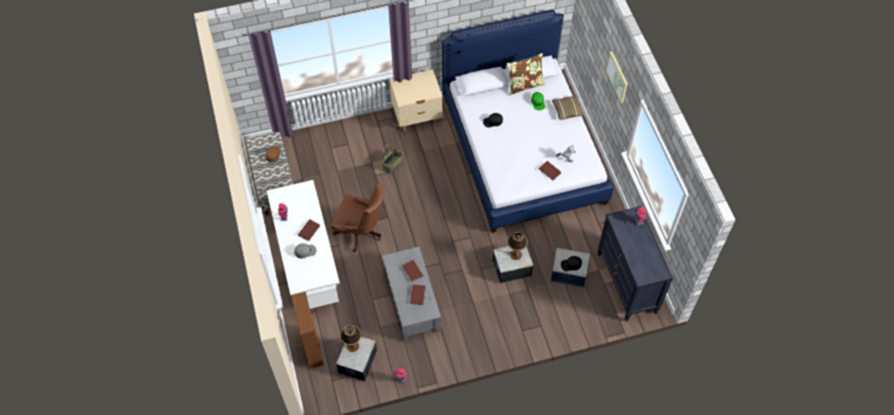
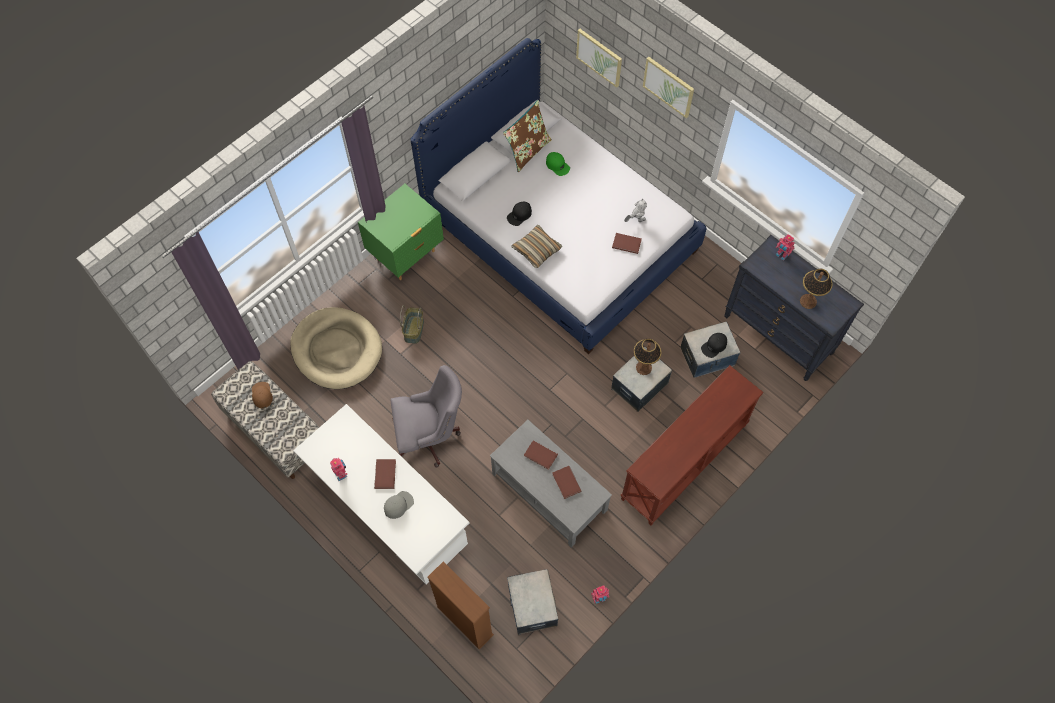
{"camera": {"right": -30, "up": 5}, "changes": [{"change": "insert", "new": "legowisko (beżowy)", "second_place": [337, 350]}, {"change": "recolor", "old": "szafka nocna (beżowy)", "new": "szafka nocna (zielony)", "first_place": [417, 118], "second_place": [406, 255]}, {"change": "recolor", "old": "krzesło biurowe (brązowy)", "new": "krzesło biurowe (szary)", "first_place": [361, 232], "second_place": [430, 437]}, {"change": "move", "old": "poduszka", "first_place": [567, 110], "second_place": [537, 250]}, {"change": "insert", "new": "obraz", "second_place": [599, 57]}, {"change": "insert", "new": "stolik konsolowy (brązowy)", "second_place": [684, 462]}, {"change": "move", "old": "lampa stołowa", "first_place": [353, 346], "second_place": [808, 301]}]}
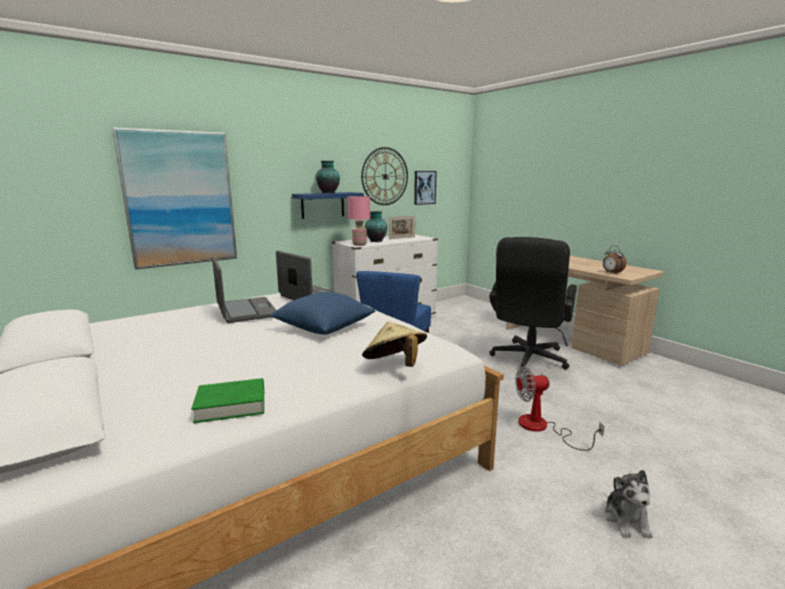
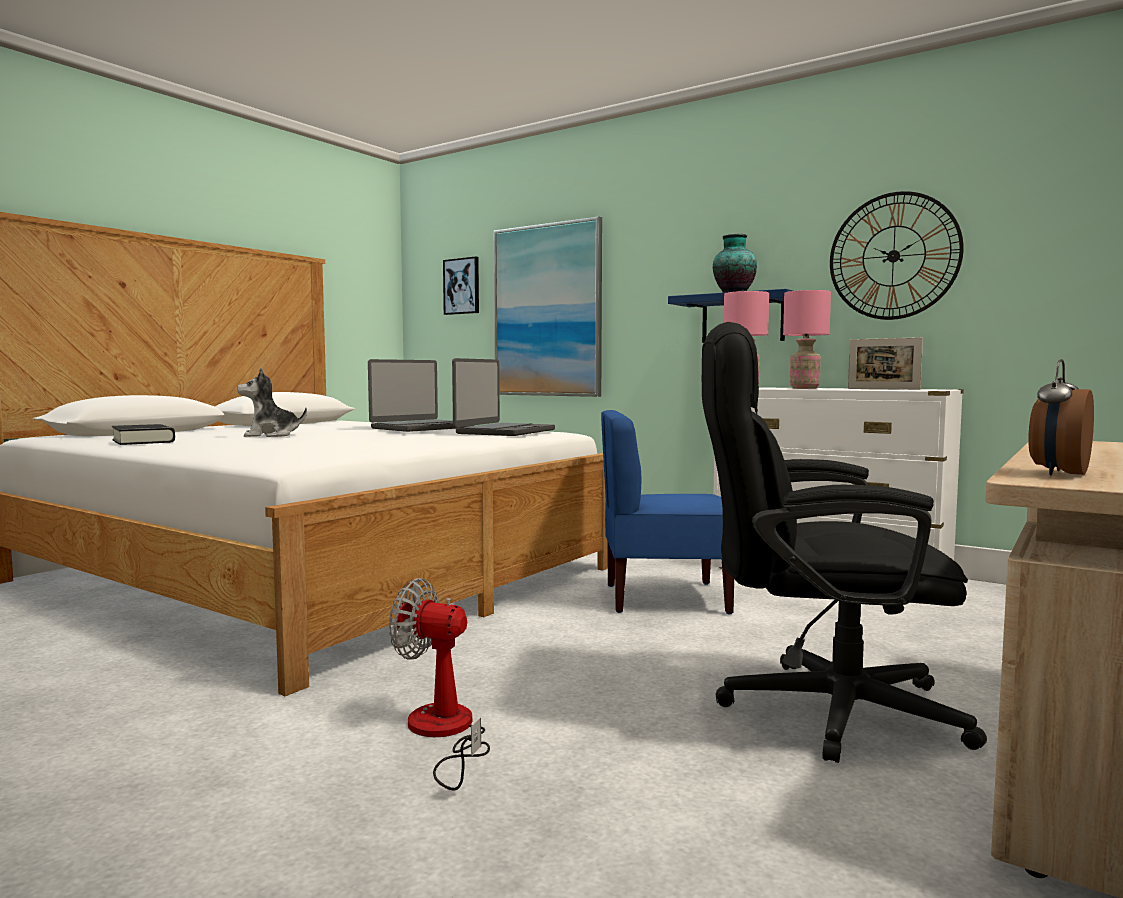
{"camera": {"right": 70, "up": -10}, "changes": [{"change": "recolor", "old": "książka (zielony)", "new": "książka (czarny)", "first_place": [231, 405], "second_place": [143, 441]}, {"change": "move", "old": "pluszak", "first_place": [626, 520], "second_place": [270, 435]}, {"change": "rotate", "old": "wentylator", "first_place": [542, 428], "second_place": [444, 733], "degrees": -45}, {"change": "move", "old": "obraz", "first_place": [424, 187], "second_place": [462, 286]}, {"change": "replace", "old": "wazon", "new": "lampa stołowa (różowy)", "first_place": [376, 241], "second_place": [803, 388]}, {"change": "delete", "old": "poduszka (niebieski)", "first_place": [323, 328]}, {"change": "delete", "old": "kapelusz (beżowy)", "first_place": [395, 365]}]}
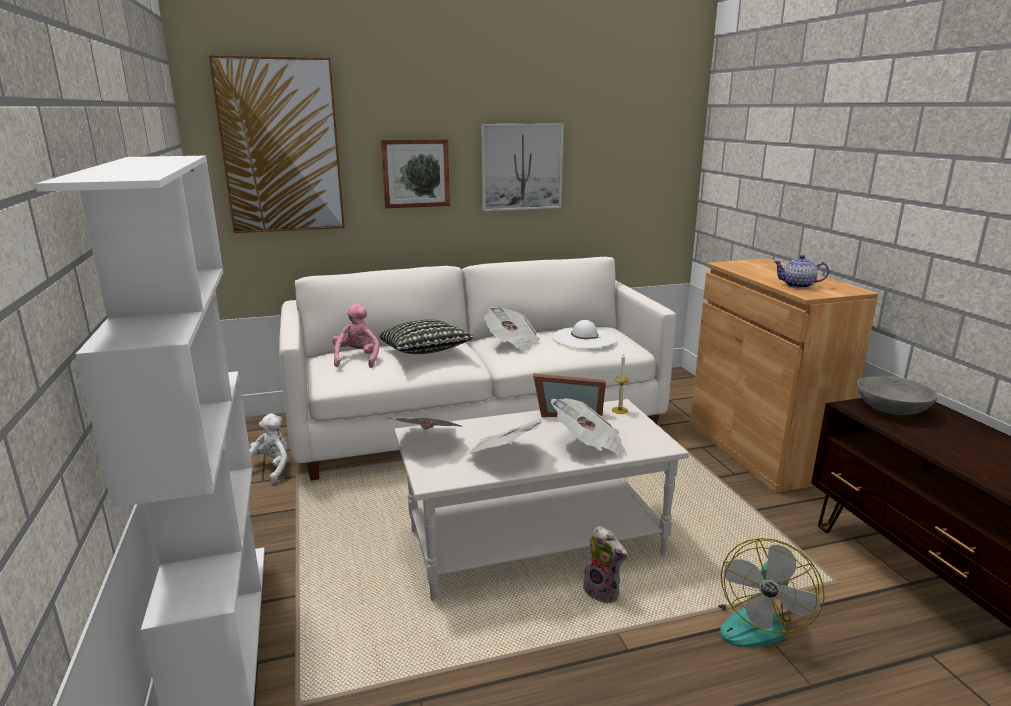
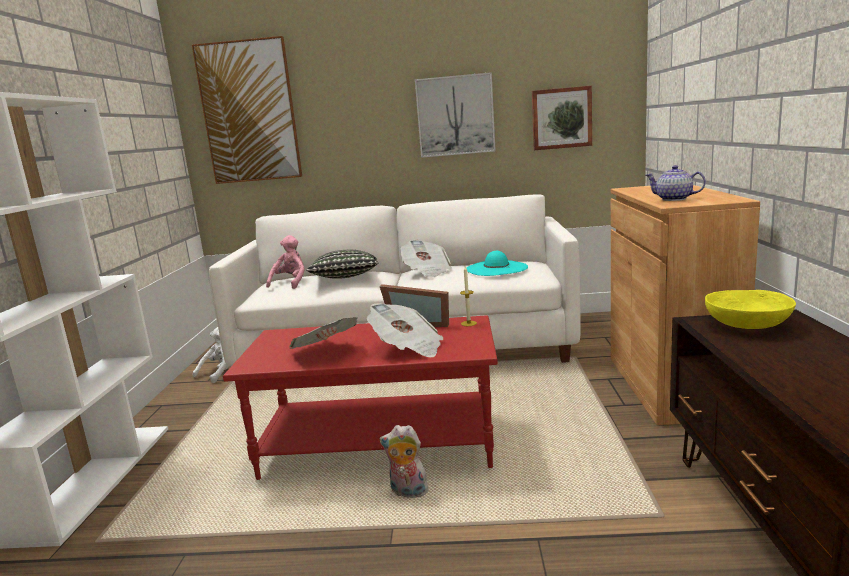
{"camera": {"right": 20, "up": -5}, "changes": [{"change": "recolor", "old": "ława (biały)", "new": "ława (czerwony)", "first_place": [535, 541], "second_place": [380, 444]}, {"change": "rotate", "old": "pluszak", "first_place": [603, 592], "second_place": [407, 493], "degrees": 135}, {"change": "recolor", "old": "kapelusz (biały)", "new": "kapelusz (turkusowy)", "first_place": [584, 338], "second_place": [496, 268]}, {"change": "move", "old": "obraz", "first_place": [415, 173], "second_place": [561, 118]}, {"change": "recolor", "old": "miska (szary)", "new": "miska (żółty)", "first_place": [892, 409], "second_place": [747, 324]}, {"change": "delete", "old": "gazeta", "first_place": [428, 440]}, {"change": "delete", "old": "wentylator", "first_place": [755, 620]}]}
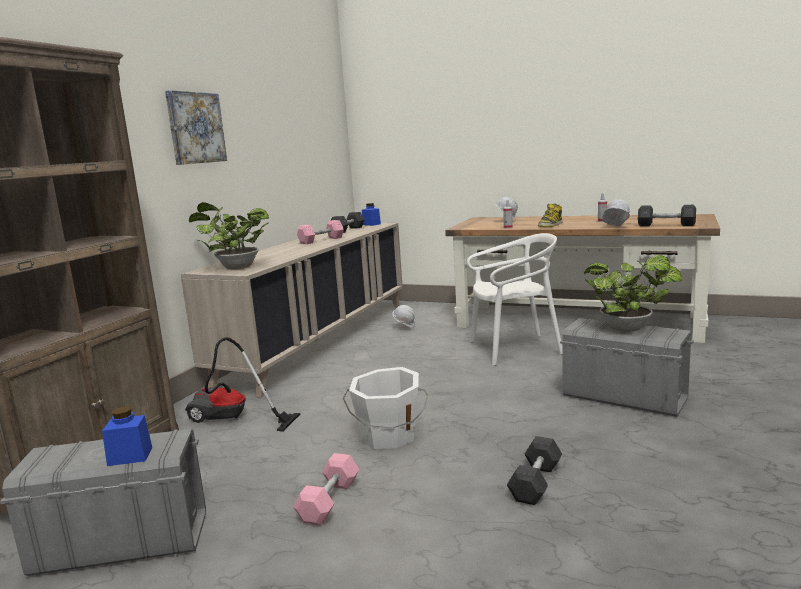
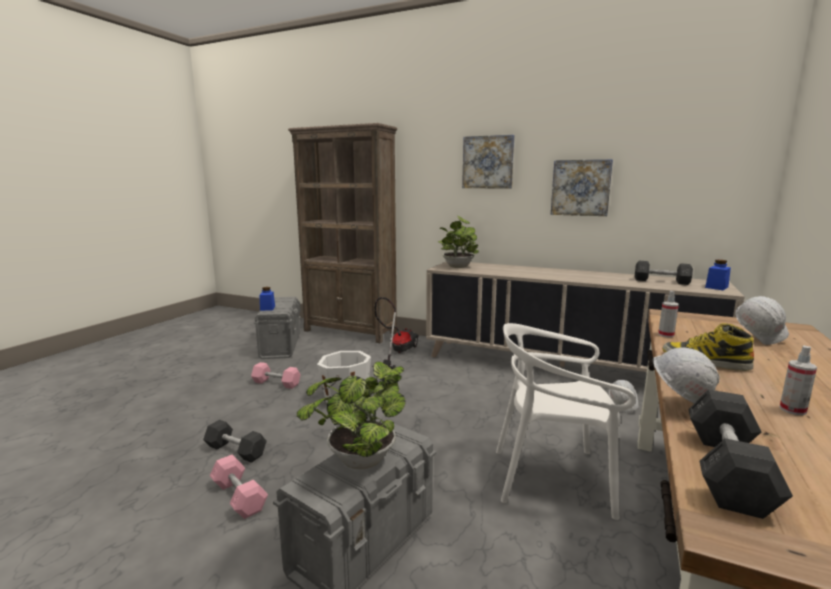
{"camera": {"right": 90, "up": 0}, "changes": [{"change": "move", "old": "hantel (różowy)", "first_place": [321, 240], "second_place": [239, 497]}, {"change": "rotate", "old": "krzesło (biały)", "first_place": [514, 349], "second_place": [552, 479], "degrees": 105}, {"change": "insert", "new": "obraz", "second_place": [580, 187]}]}
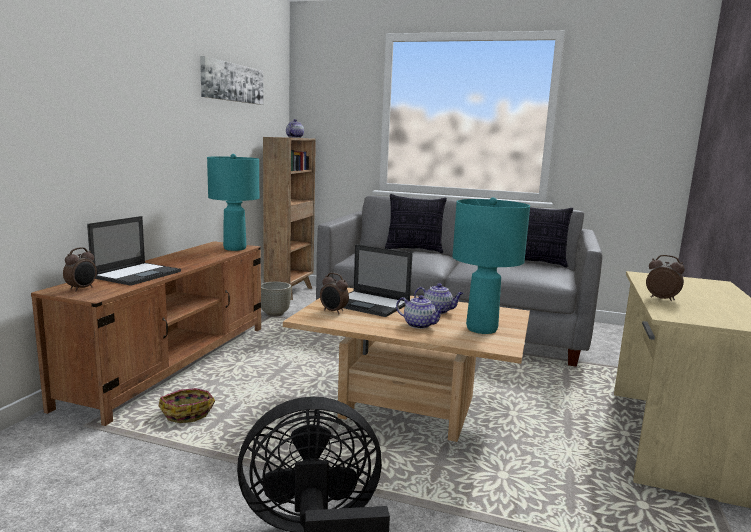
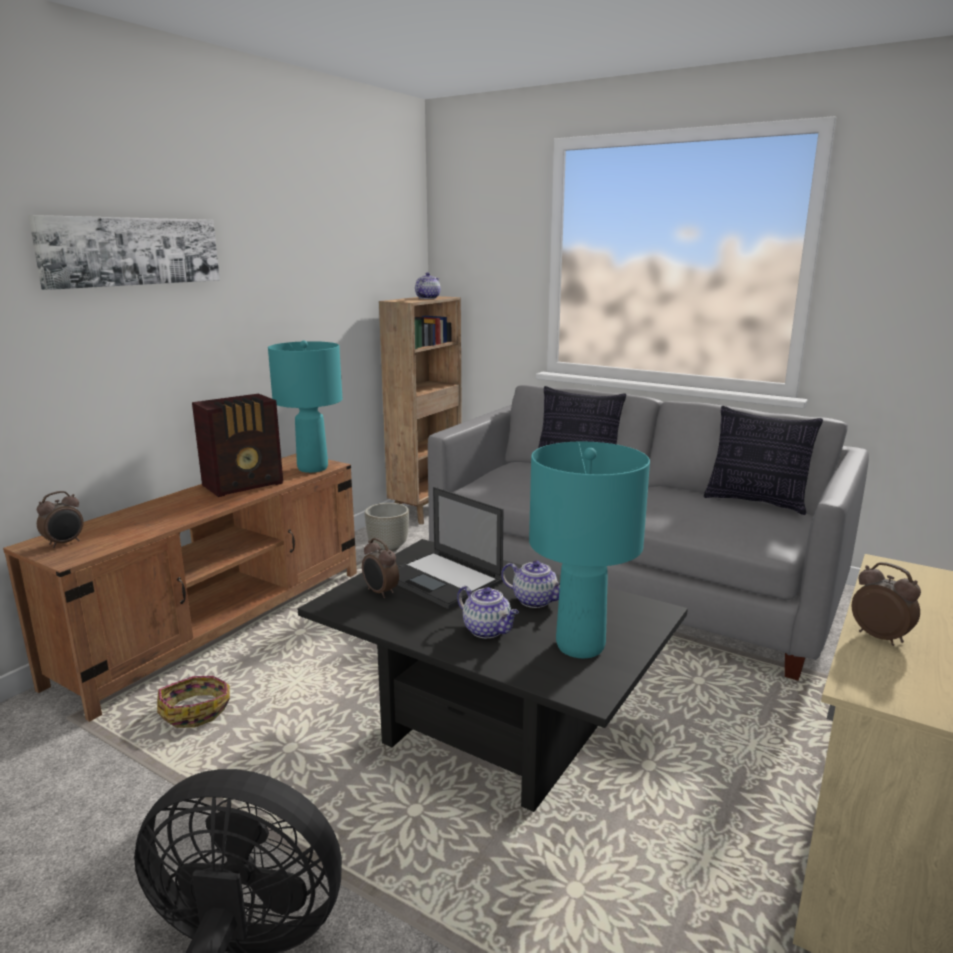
{"camera": {"right": 15, "up": 5}, "changes": [{"change": "move", "old": "obraz", "first_place": [232, 82], "second_place": [132, 251]}, {"change": "insert", "new": "radio", "second_place": [245, 485]}, {"change": "recolor", "old": "ława (beżowy)", "new": "ława (czarny)", "first_place": [408, 408], "second_place": [491, 736]}, {"change": "delete", "old": "laptop", "first_place": [138, 274]}]}
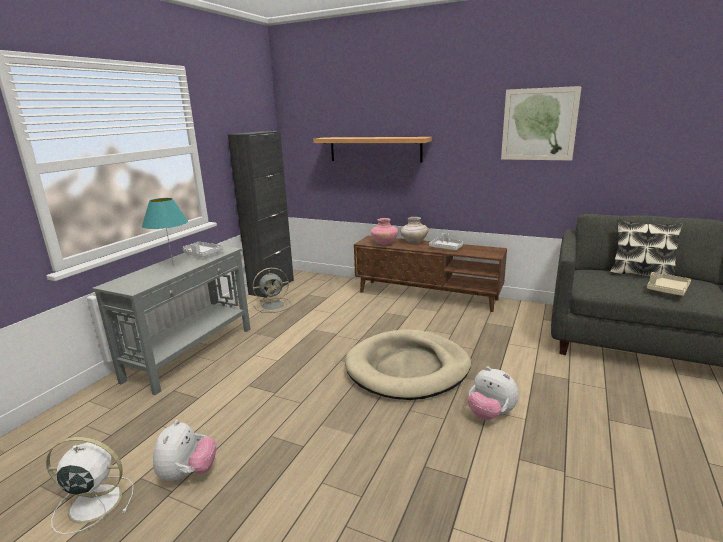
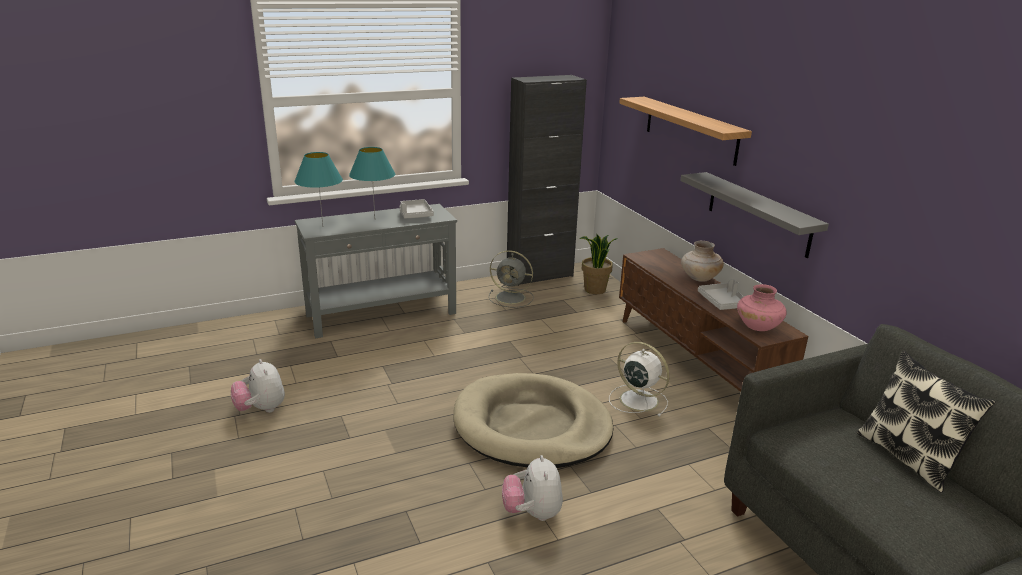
{"camera": {"right": 40, "up": 5}, "changes": [{"change": "rotate", "old": "pluszak", "first_place": [188, 474], "second_place": [261, 409], "degrees": 105}, {"change": "insert", "new": "lampa stołowa (turkusowy)", "second_place": [322, 226]}, {"change": "insert", "new": "roślina doniczkowa", "second_place": [595, 290]}, {"change": "move", "old": "wentylator (biały)", "first_place": [93, 503], "second_place": [637, 400]}, {"change": "insert", "new": "półka (szary)", "second_place": [758, 213]}, {"change": "move", "old": "wazon (różowy)", "first_place": [384, 243], "second_place": [758, 327]}, {"change": "delete", "old": "obraz", "first_place": [539, 124]}, {"change": "delete", "old": "taca (beżowy)", "first_place": [667, 290]}]}
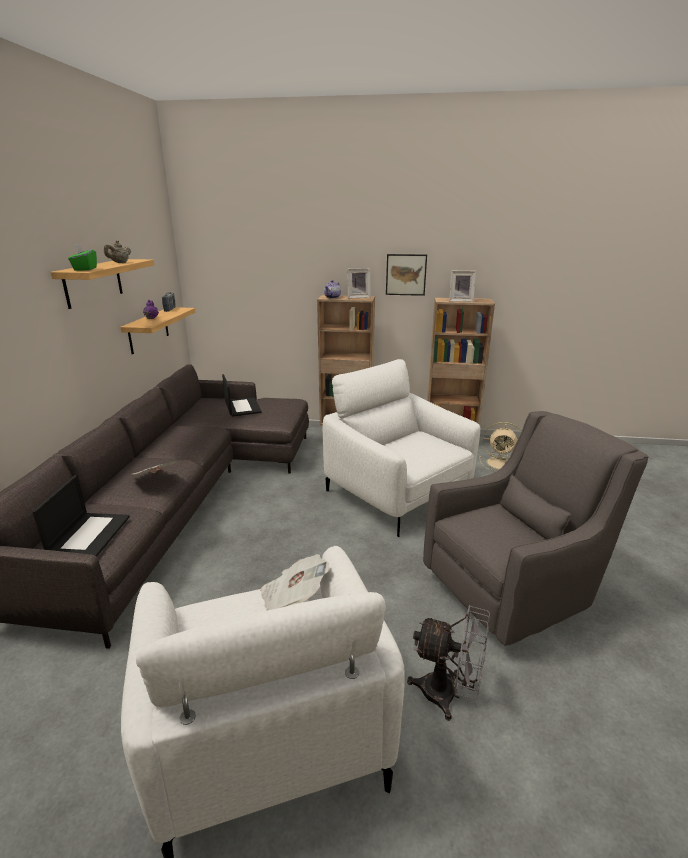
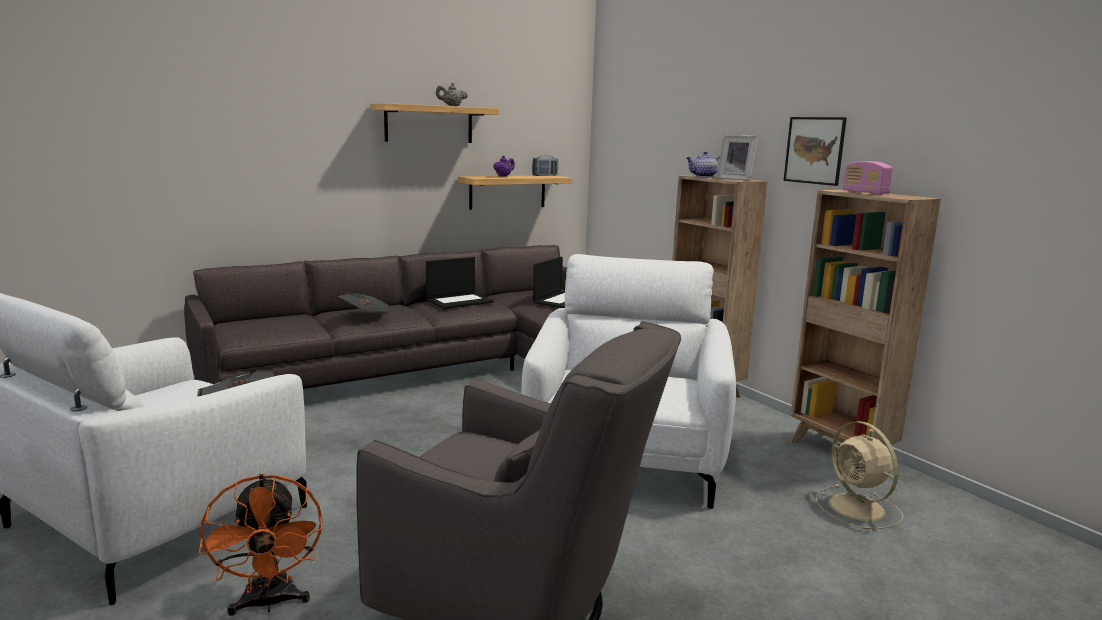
{"camera": {"right": 50, "up": -10}, "changes": [{"change": "recolor", "old": "wentylator (szary)", "new": "wentylator (pomarańczowy)", "first_place": [448, 694], "second_place": [269, 603]}, {"change": "move", "old": "laptop", "first_place": [89, 534], "second_place": [459, 301]}, {"change": "replace", "old": "ramka na zdjęcie", "new": "radio", "first_place": [460, 300], "second_place": [865, 193]}, {"change": "delete", "old": "pudełko chusteczek (zielony)", "first_place": [85, 269]}]}
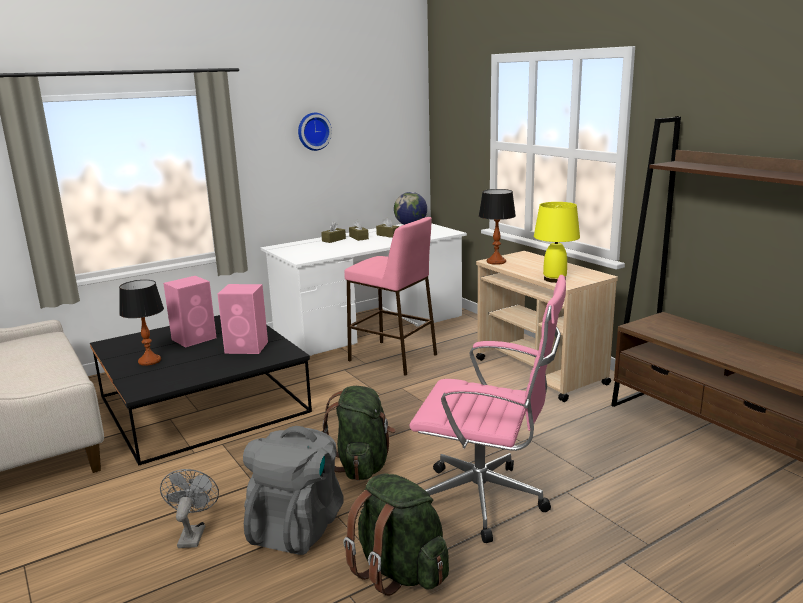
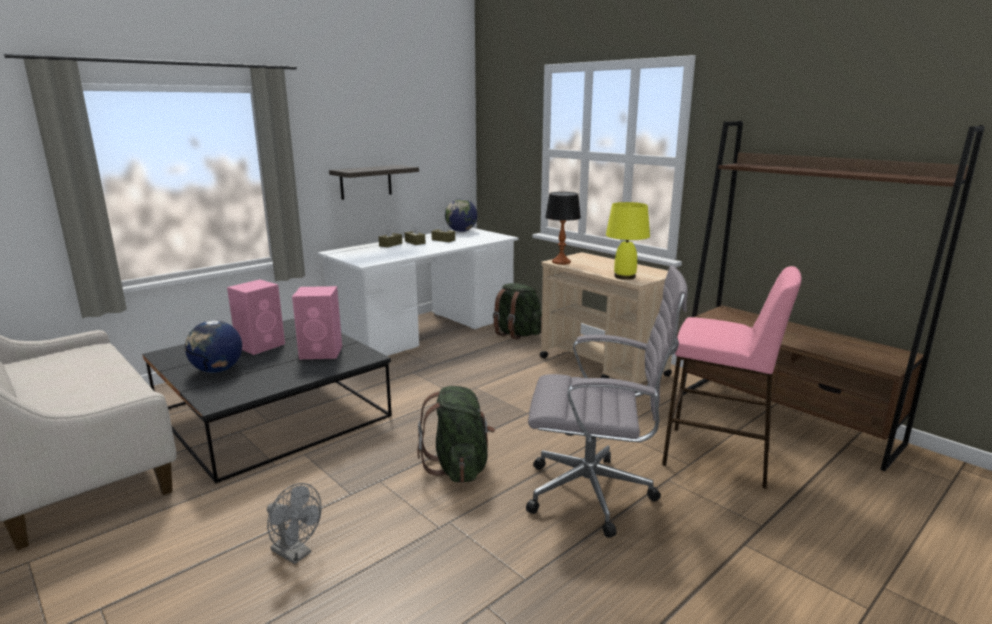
{"camera": {"right": -10, "up": 0}, "changes": [{"change": "replace", "old": "lampa stołowa", "new": "globus", "first_place": [149, 361], "second_place": [217, 370]}, {"change": "rotate", "old": "wentylator (szary)", "first_place": [192, 533], "second_place": [296, 554], "degrees": 135}, {"change": "insert", "new": "półka", "second_place": [366, 182]}, {"change": "move", "old": "plecak (zielony)", "first_place": [399, 571], "second_place": [517, 334]}, {"change": "recolor", "old": "krzesło biurowe (różowy)", "new": "krzesło biurowe (szary)", "first_place": [487, 501], "second_place": [595, 494]}, {"change": "move", "old": "stołek (różowy)", "first_place": [393, 358], "second_place": [717, 456]}, {"change": "delete", "old": "plecak (szary)", "first_place": [298, 526]}, {"change": "delete", "old": "zegar ścienny", "first_place": [313, 131]}]}
